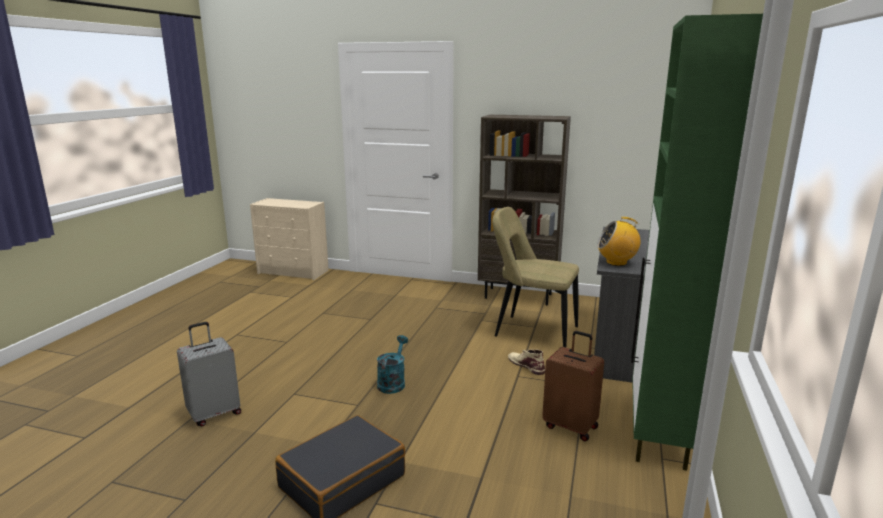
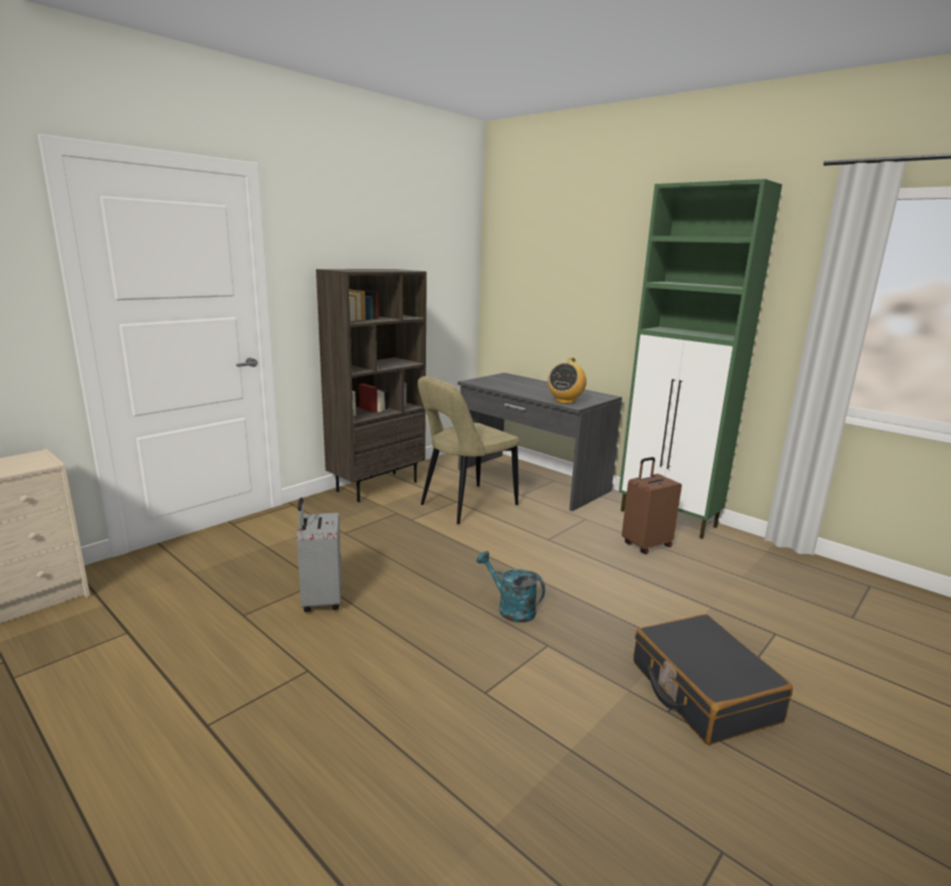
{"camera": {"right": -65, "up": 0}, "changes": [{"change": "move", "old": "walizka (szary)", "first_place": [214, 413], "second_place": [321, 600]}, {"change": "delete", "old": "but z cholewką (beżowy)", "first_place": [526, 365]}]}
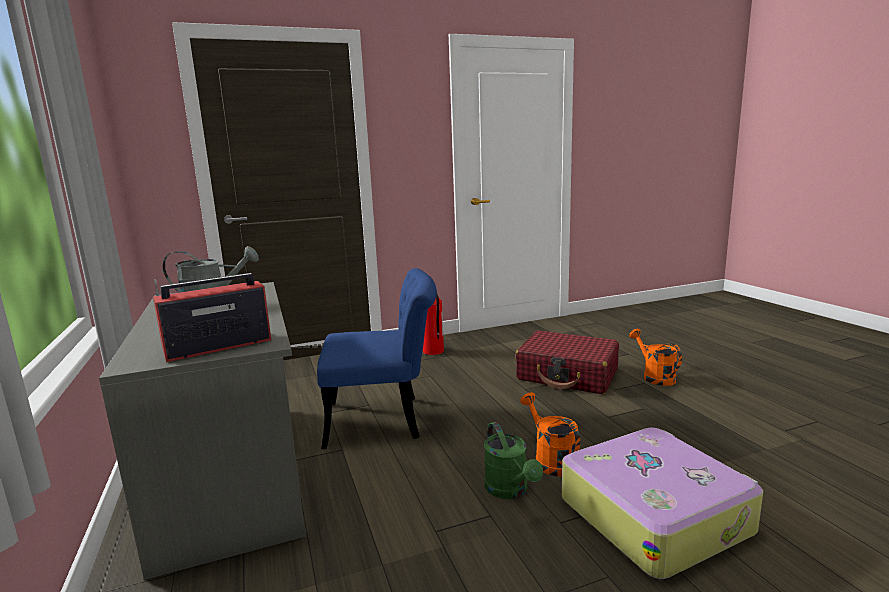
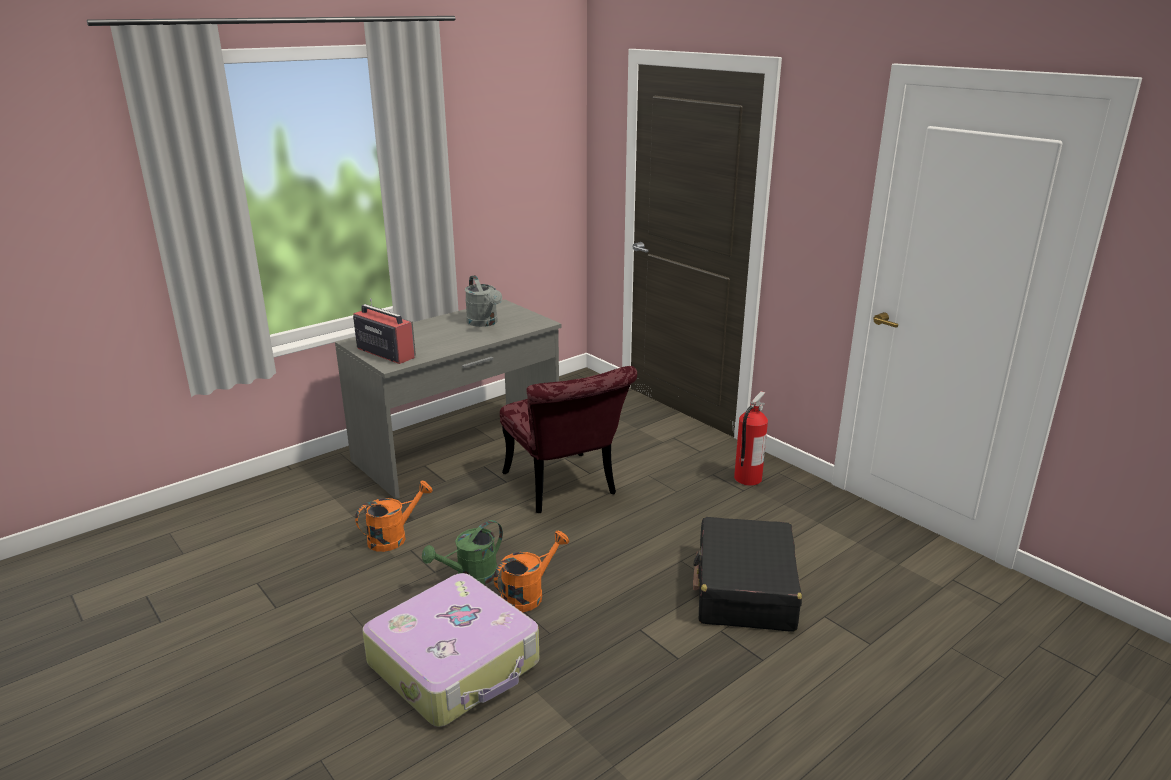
{"camera": {"right": 70, "up": 10}, "changes": [{"change": "move", "old": "konewka (pomarańczowy)", "first_place": [654, 376], "second_place": [393, 537]}, {"change": "recolor", "old": "krzesło (niebieski)", "new": "krzesło (czerwony)", "first_place": [385, 420], "second_place": [565, 489]}, {"change": "recolor", "old": "walizka (czerwony)", "new": "walizka (czarny)", "first_place": [568, 375], "second_place": [744, 589]}]}
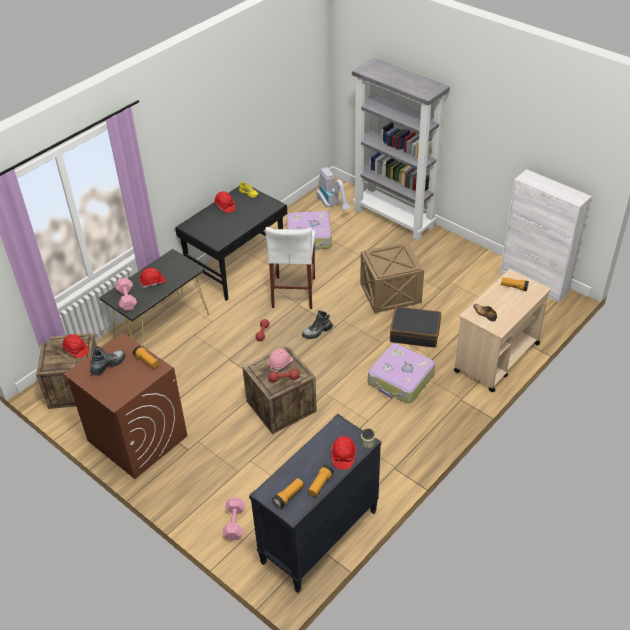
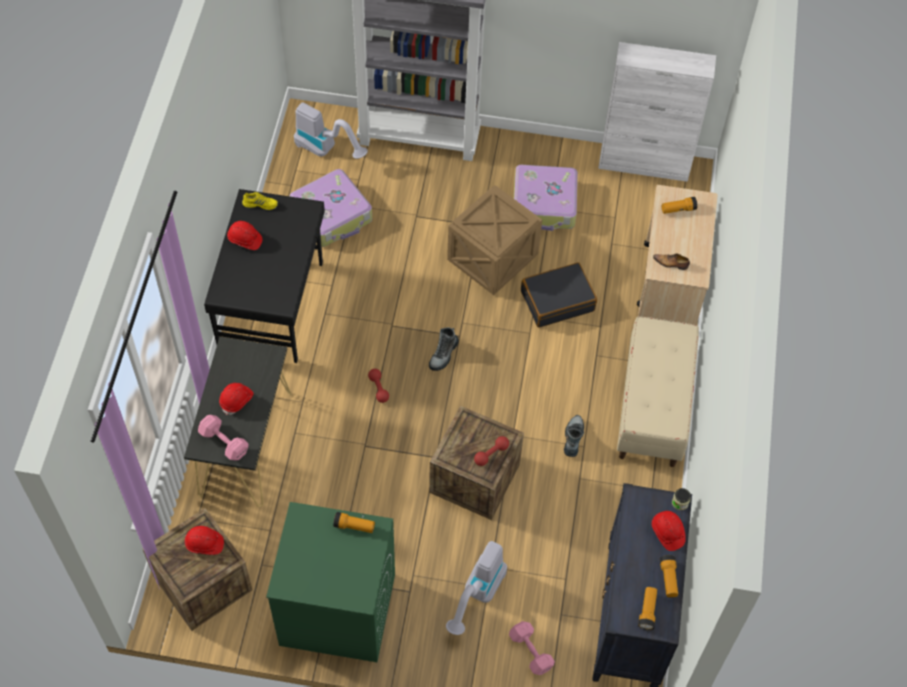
{"camera": {"right": -35, "up": 15}, "changes": [{"change": "recolor", "old": "pralka (brązowy)", "new": "pralka (zielony)", "first_place": [136, 438], "second_place": [336, 610]}, {"change": "insert", "new": "odkurzacz", "second_place": [477, 596]}, {"change": "move", "old": "walizka", "first_place": [400, 380], "second_place": [544, 204]}, {"change": "move", "old": "but z cholewką", "first_place": [108, 365], "second_place": [573, 438]}, {"change": "insert", "new": "ławka (beżowy)", "second_place": [653, 407]}, {"change": "delete", "old": "stołek (biały)", "first_place": [294, 292]}, {"change": "delete", "old": "kask (różowy)", "first_place": [280, 363]}]}
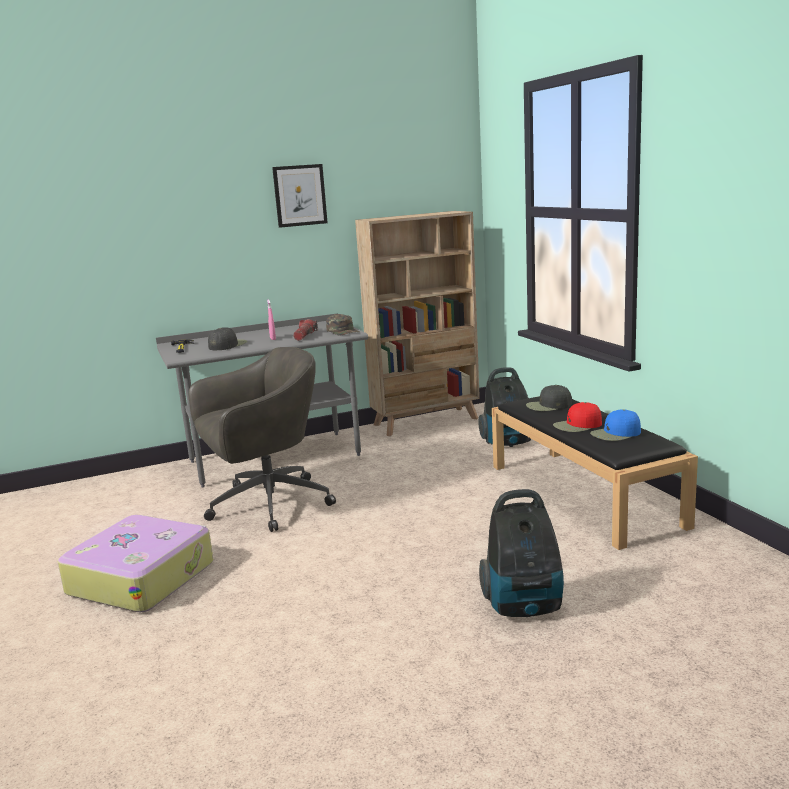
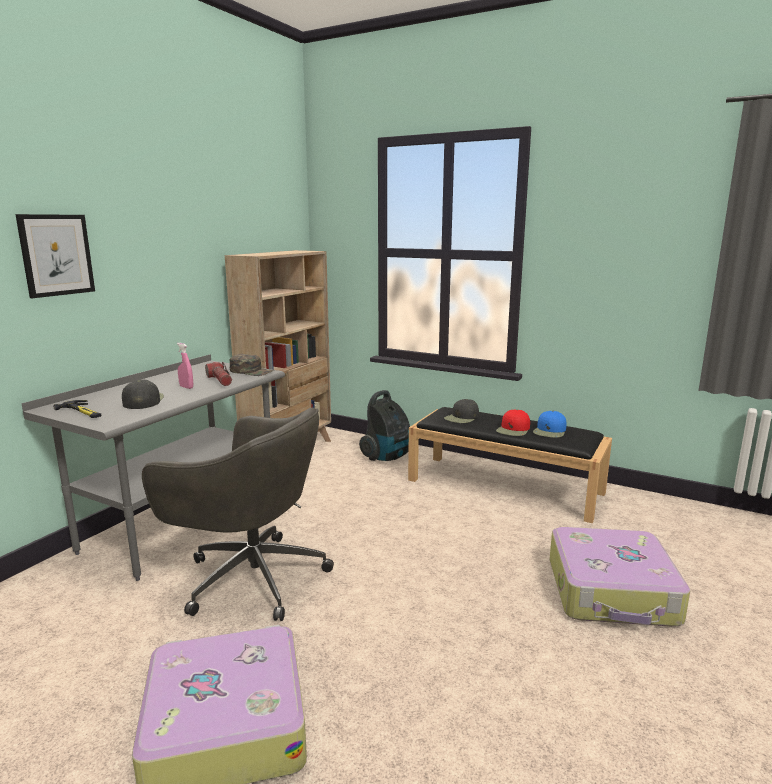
{"camera": {"right": -40, "up": 0}, "changes": [{"change": "move", "old": "obraz", "first_place": [300, 195], "second_place": [56, 255]}, {"change": "rotate", "old": "krzesło biurowe (szary)", "first_place": [266, 505], "second_place": [251, 577], "degrees": 90}, {"change": "replace", "old": "odkurzacz", "new": "walizka", "first_place": [524, 606], "second_place": [612, 592]}]}
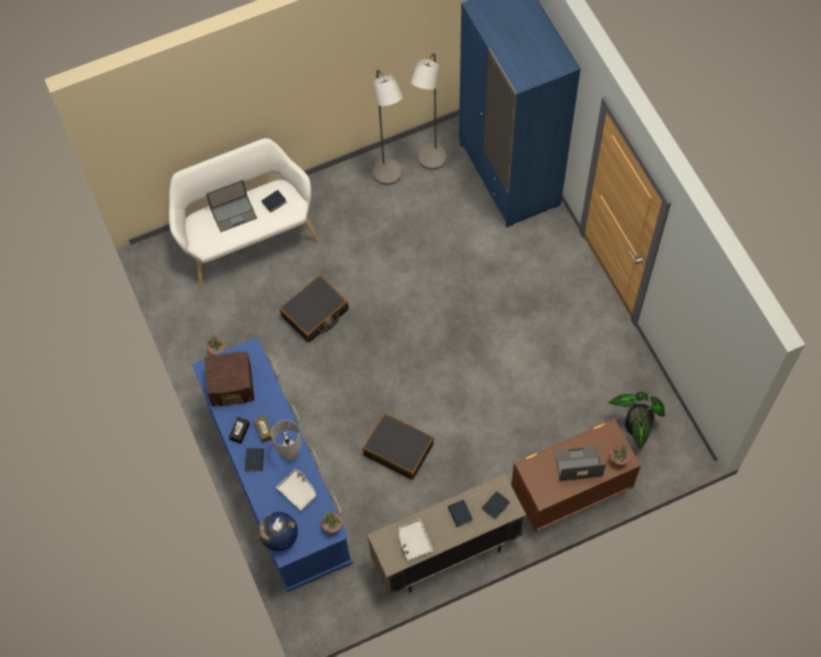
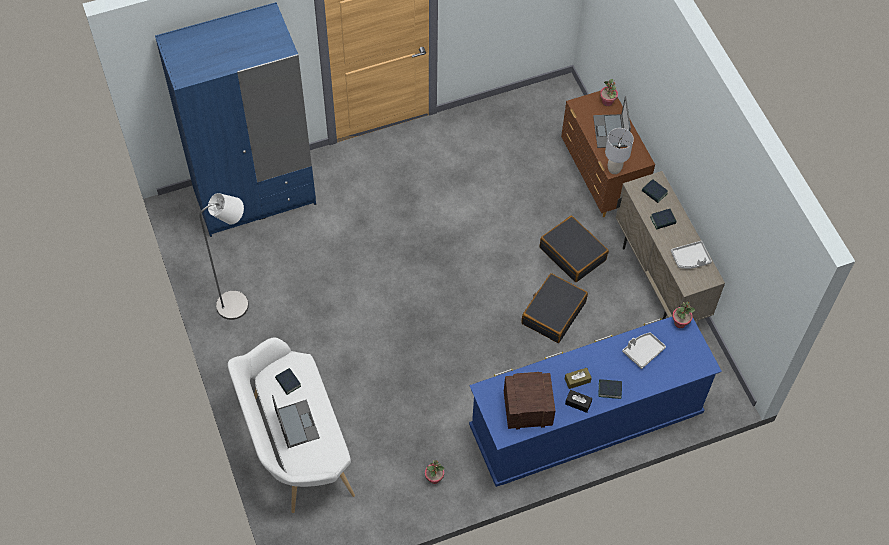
{"camera": {"right": -90, "up": -5}, "changes": [{"change": "rotate", "old": "radio", "first_place": [233, 386], "second_place": [526, 409], "degrees": -90}, {"change": "move", "old": "walizka (czarny)", "first_place": [315, 313], "second_place": [573, 254]}, {"change": "move", "old": "lampa stołowa (szary)", "first_place": [290, 454], "second_place": [614, 169]}, {"change": "delete", "old": "globus", "first_place": [279, 537]}, {"change": "delete", "old": "lampa stojąca (szary)", "first_place": [430, 161]}, {"change": "delete", "old": "roślina doniczkowa", "first_place": [636, 427]}]}
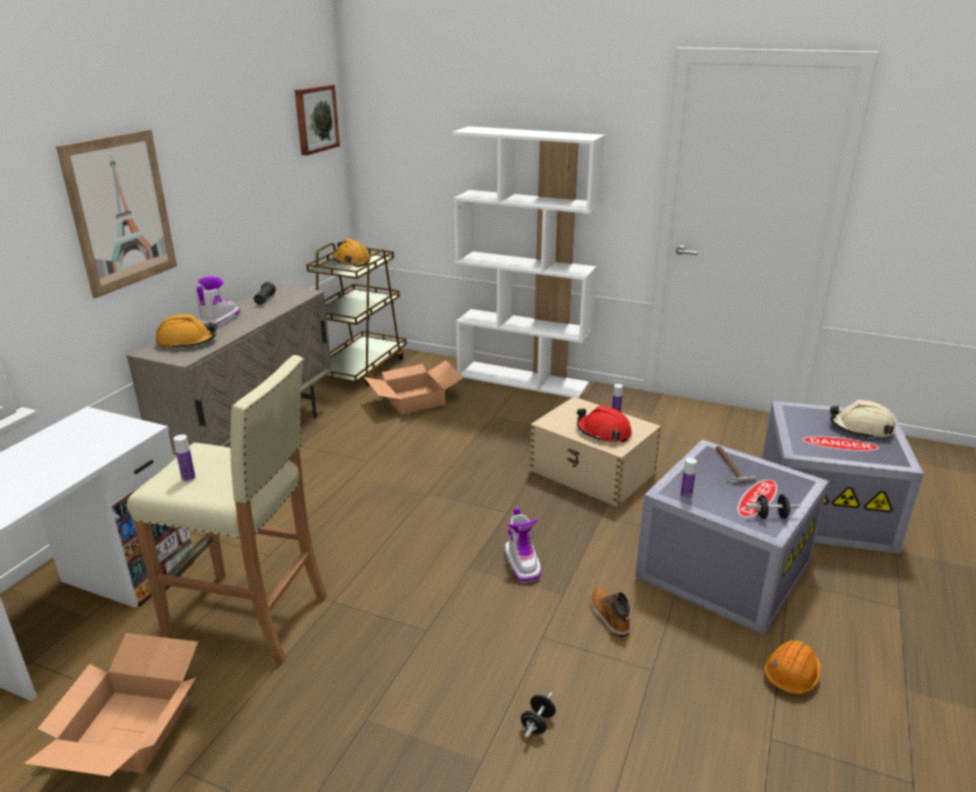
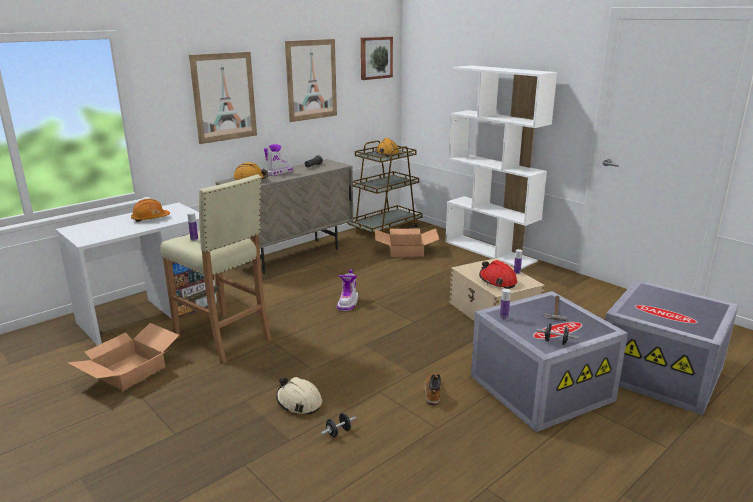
{"camera": {"right": 25, "up": -5}, "changes": [{"change": "move", "old": "kask (pomarańczowy)", "first_place": [791, 675], "second_place": [150, 218]}, {"change": "move", "old": "kask (beżowy)", "first_place": [861, 428], "second_place": [299, 402]}, {"change": "insert", "new": "obraz", "second_place": [311, 80]}, {"change": "move", "old": "but z cholewką", "first_place": [522, 563], "second_place": [348, 303]}]}
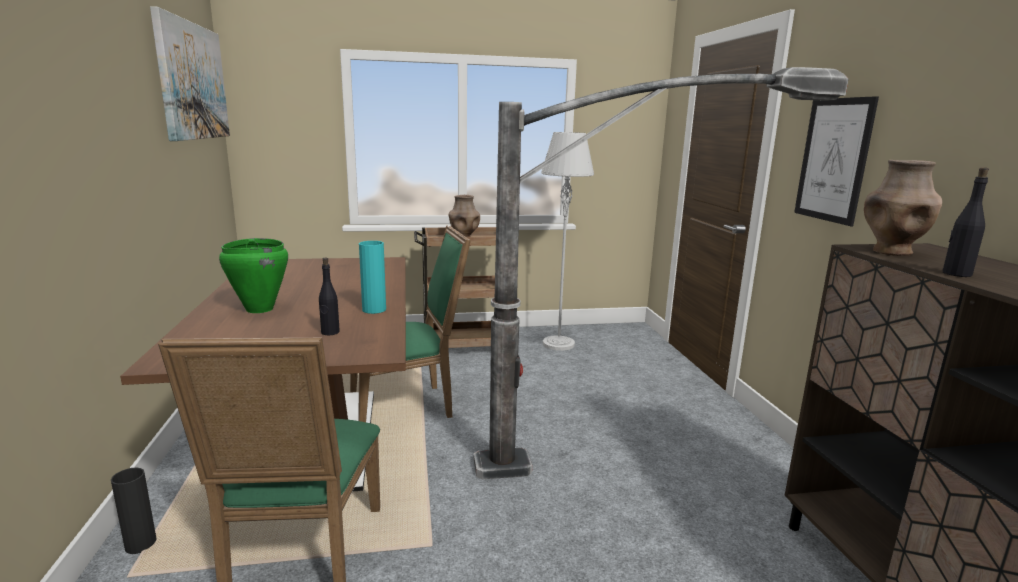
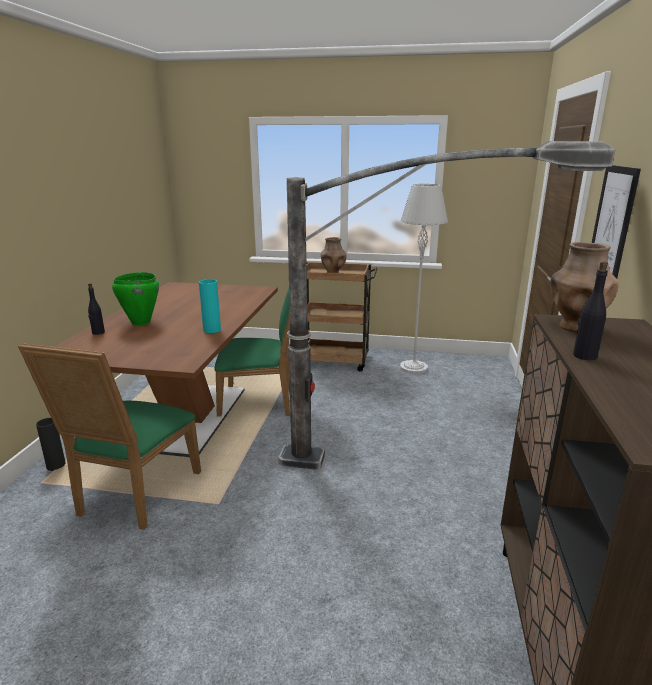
{"camera": {"right": 20, "up": 5}, "changes": [{"change": "move", "old": "butelka (czarny)", "first_place": [330, 332], "second_place": [98, 333]}, {"change": "delete", "old": "obraz", "first_place": [192, 81]}]}
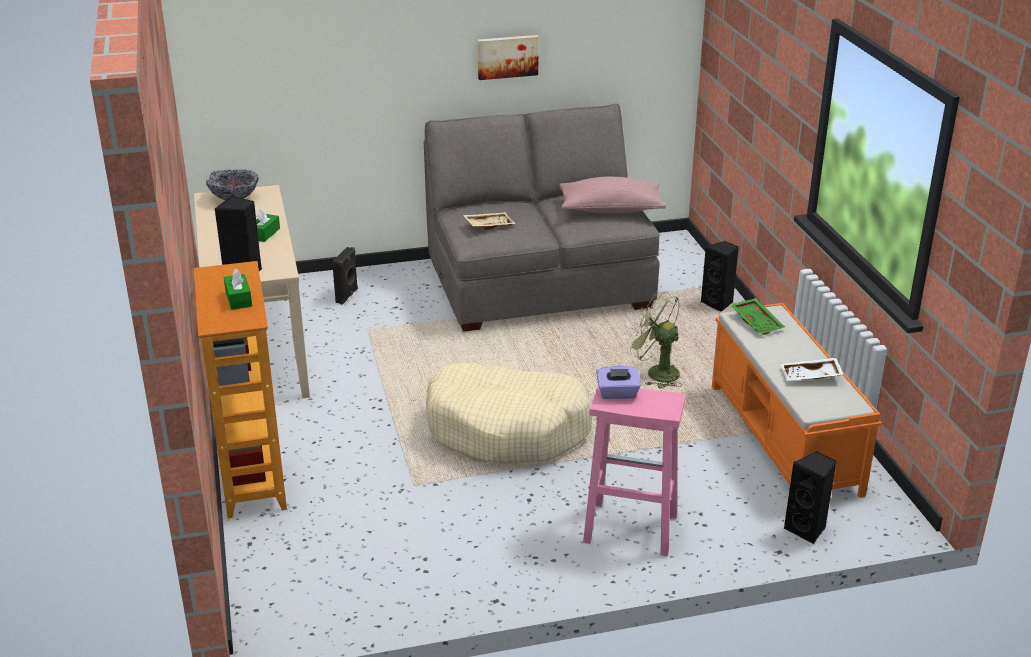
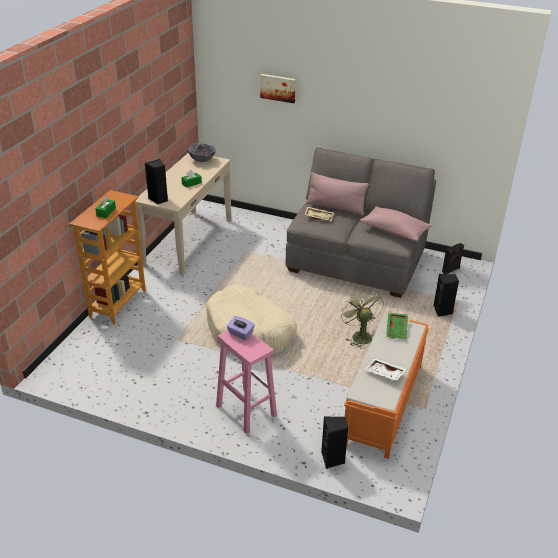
{"camera": {"right": 35, "up": 5}, "changes": [{"change": "move", "old": "obraz", "first_place": [507, 56], "second_place": [278, 88]}, {"change": "insert", "new": "poduszka (różowy)", "second_place": [335, 207]}, {"change": "move", "old": "głośnik (czarny)", "first_place": [347, 296], "second_place": [451, 270]}]}
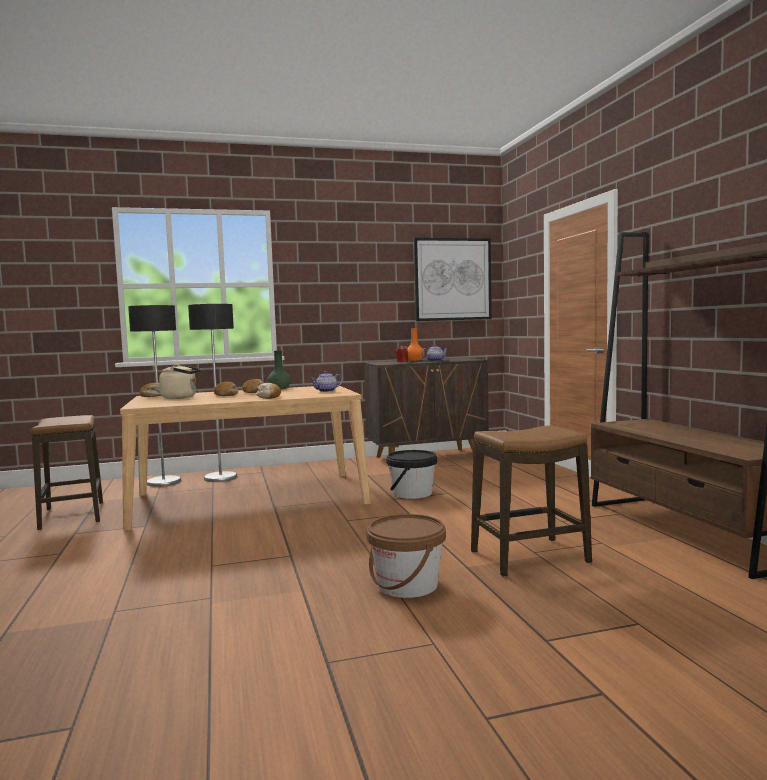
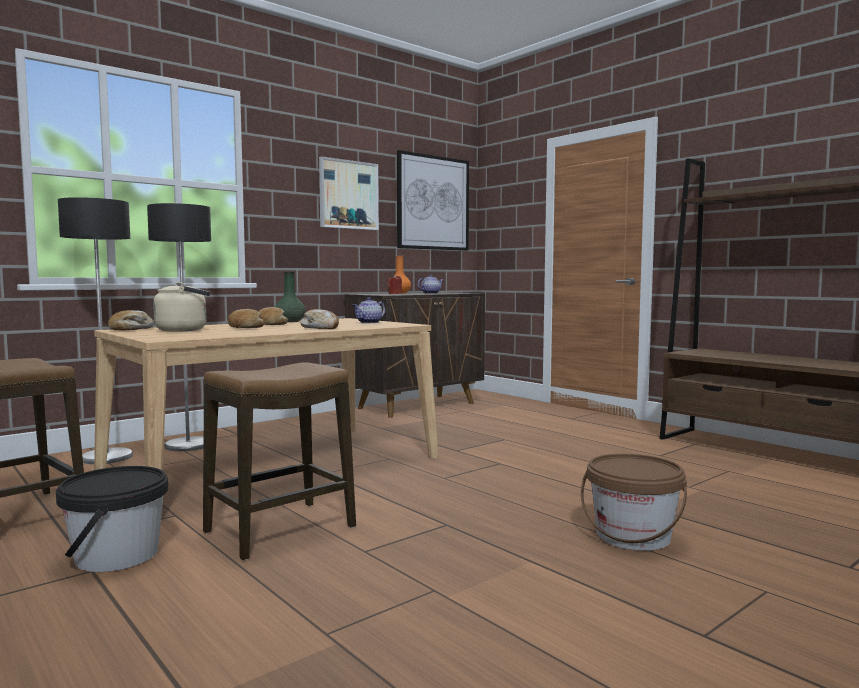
{"camera": {"right": -25, "up": 0}, "changes": [{"change": "move", "old": "wiadro (czarny)", "first_place": [412, 493], "second_place": [116, 555]}, {"change": "move", "old": "stołek", "first_place": [529, 557], "second_place": [280, 530]}, {"change": "insert", "new": "obraz", "second_place": [348, 195]}]}
